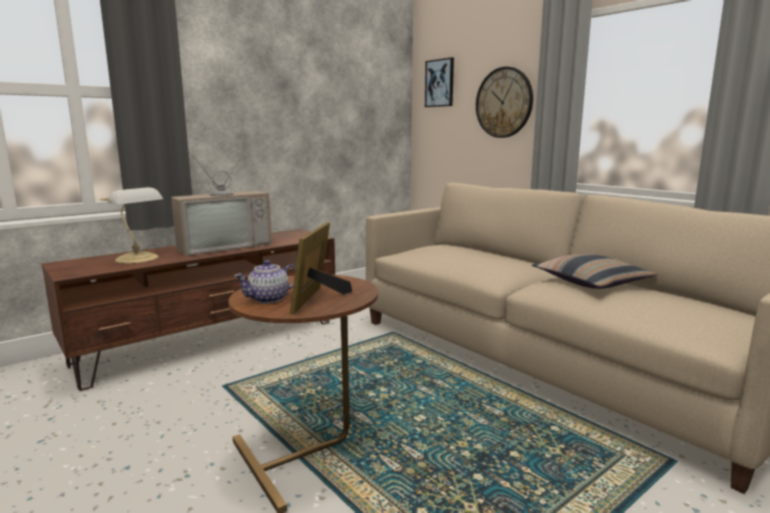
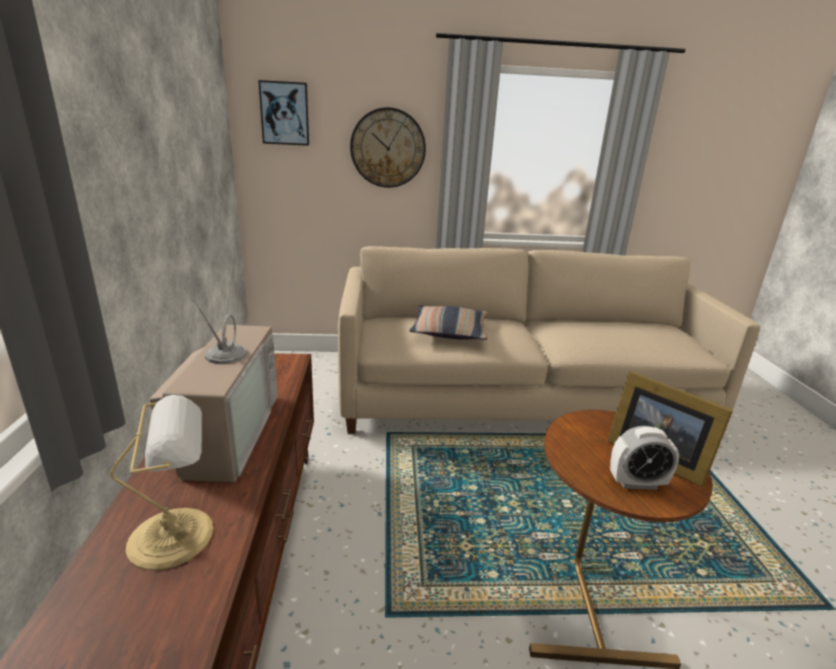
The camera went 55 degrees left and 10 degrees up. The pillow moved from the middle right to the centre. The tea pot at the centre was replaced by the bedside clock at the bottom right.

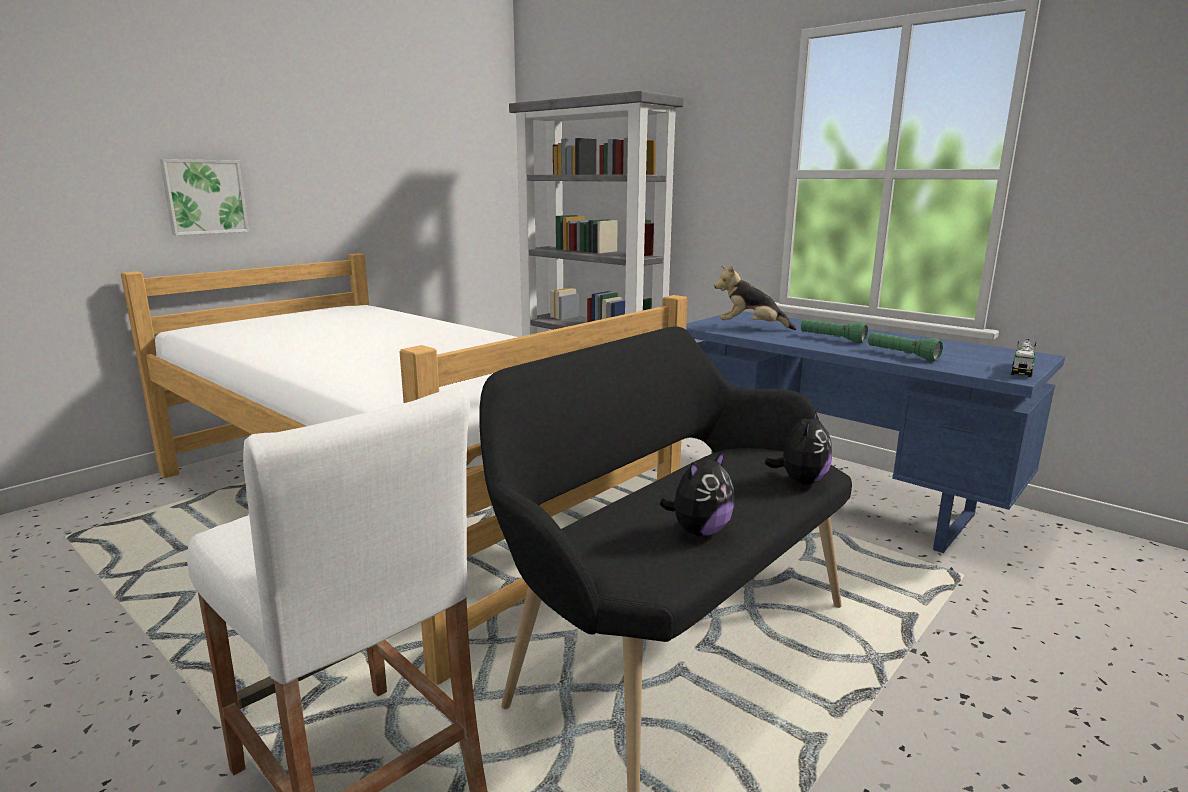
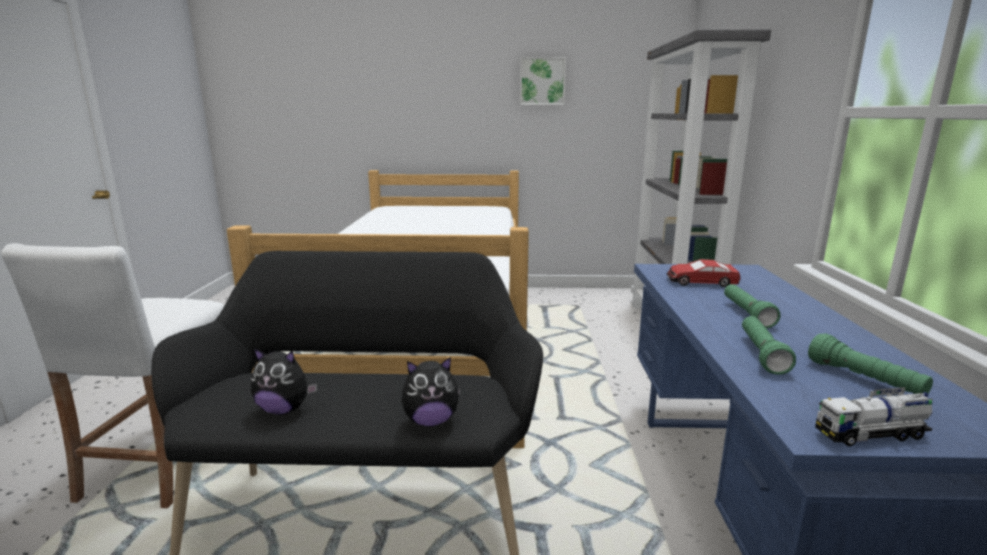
The camera went 50 degrees right and 0 degrees up. The picture moved from the top left to the top centre. The soft toy (no. 2 from left) at the centre was replaced by the toy car at the middle right. The greenish flashlight (no. 3 from left) at the middle right appeared.

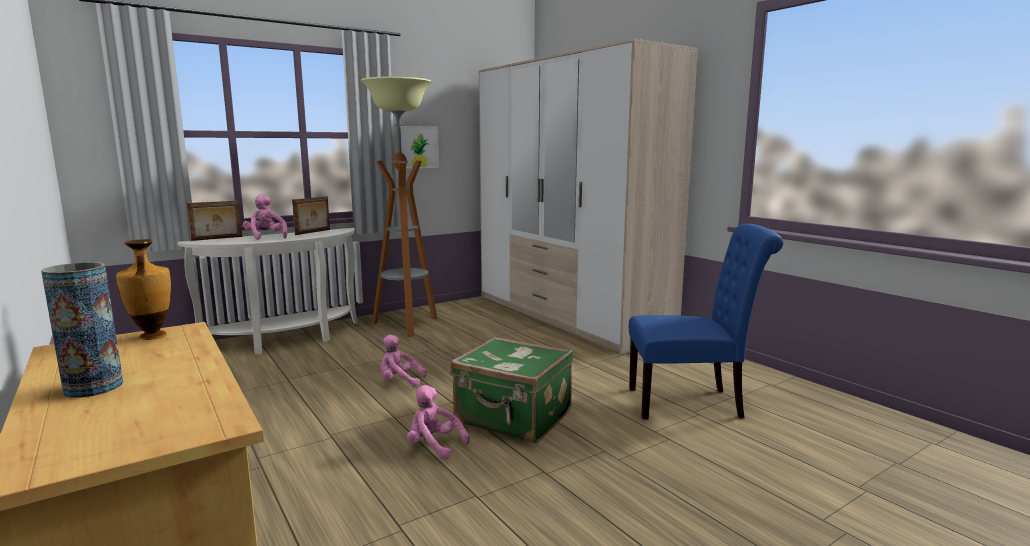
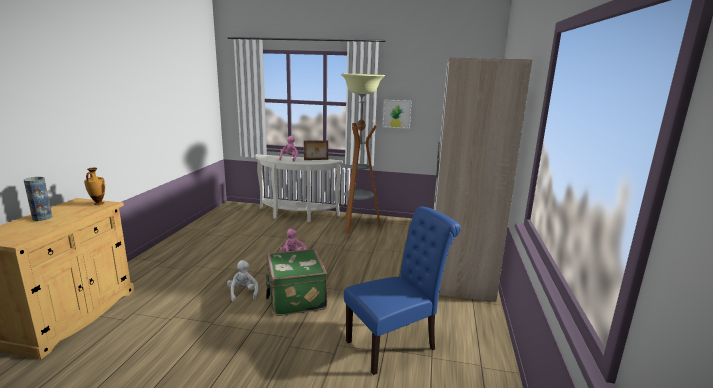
The camera went 45 degrees right and 5 degrees up. The picture frame (no. 1 from left) at the middle left disappeared. The blue-coloured chair at the middle right turned 75 degrees counterclockwise. The pink-coloured soft toy (no. 3 from left) at the bottom centre became the white soft toy at the bottom centre.

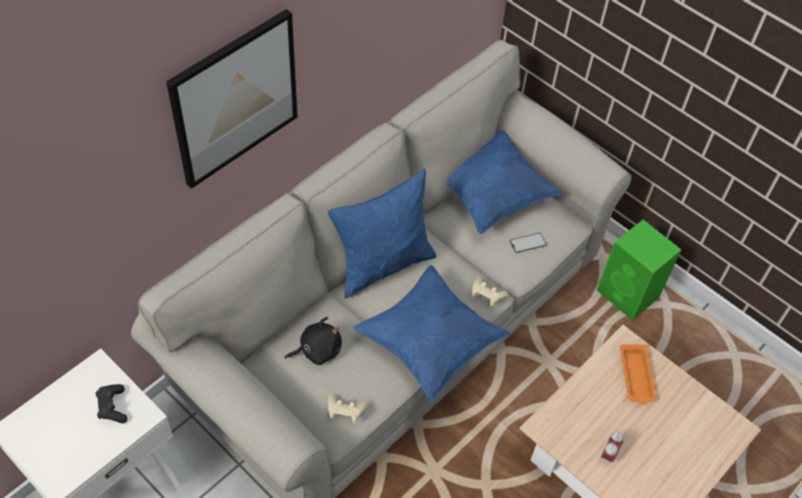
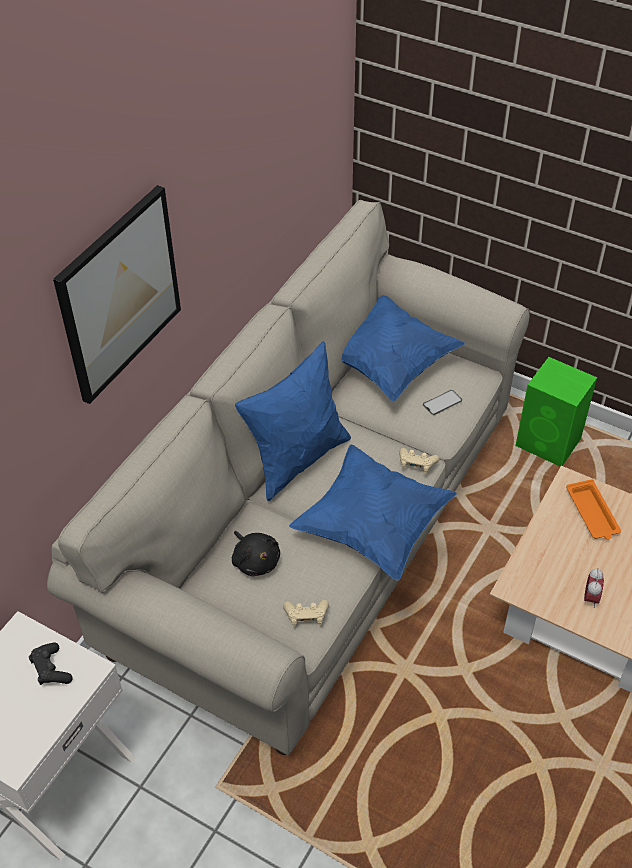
The camera went 10 degrees left and 5 degrees down. The black-coloured soft toy at the bottom centre turned 90 degrees clockwise.

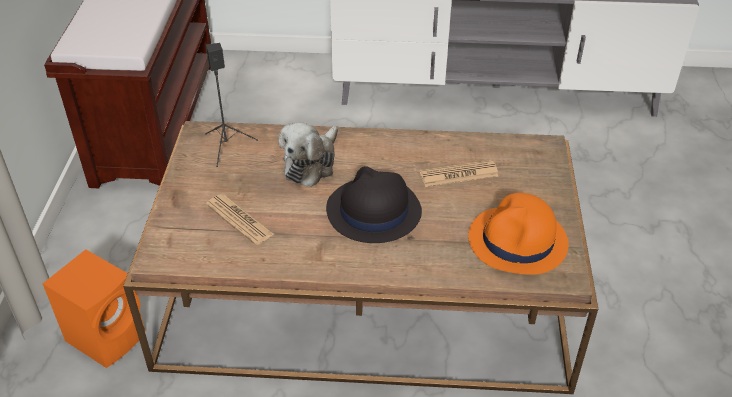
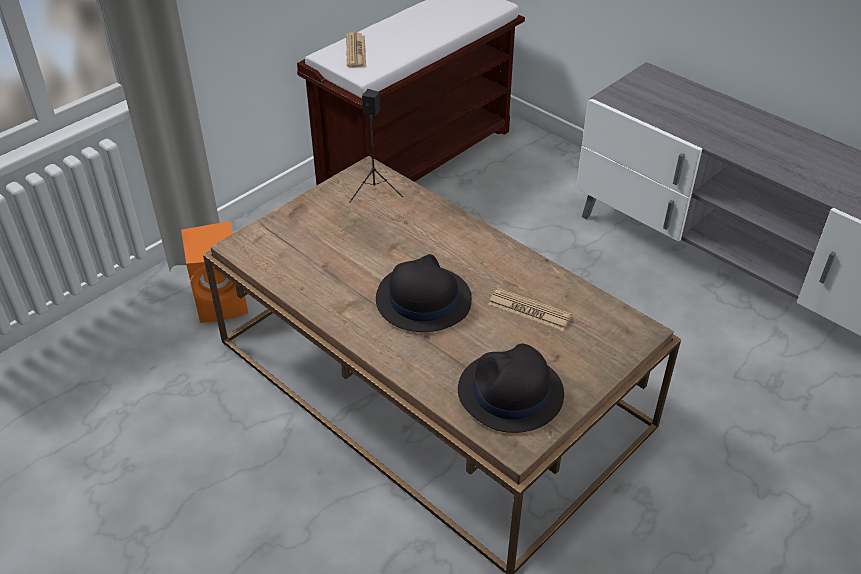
The camera went 40 degrees right and 0 degrees up. The soft toy at the centre disappeared. The orange-coloured clothing hat at the middle right became the black-coloured clothing hat (no. 2 from left) at the bottom centre. The daily paper (no. 1 from left) moved from the middle left to the top centre.

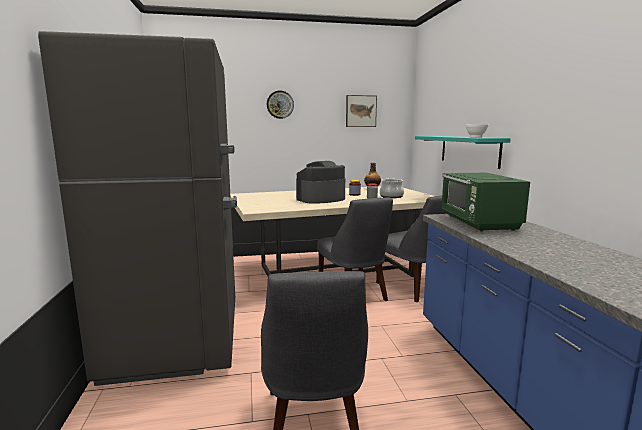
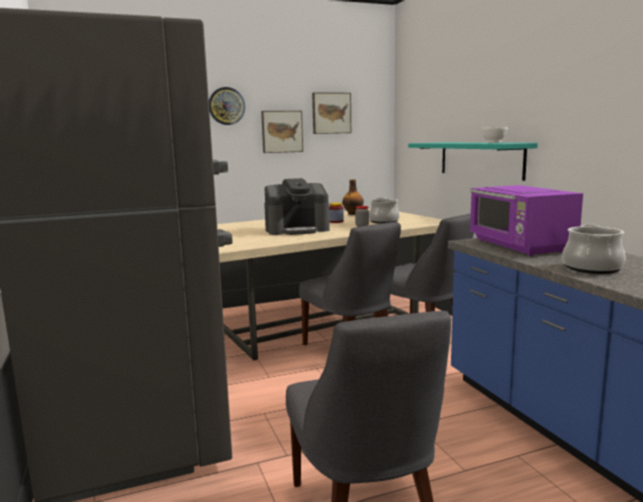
The camera went 10 degrees left and 0 degrees up. The coffee maker at the centre turned 150 degrees counterclockwise. The greenish kitchen microwave at the middle right became the purplish kitchen microwave at the middle right. The picture (no. 1 from left) at the top centre appeared. The stockpot (no. 2 from left) at the middle right appeared.

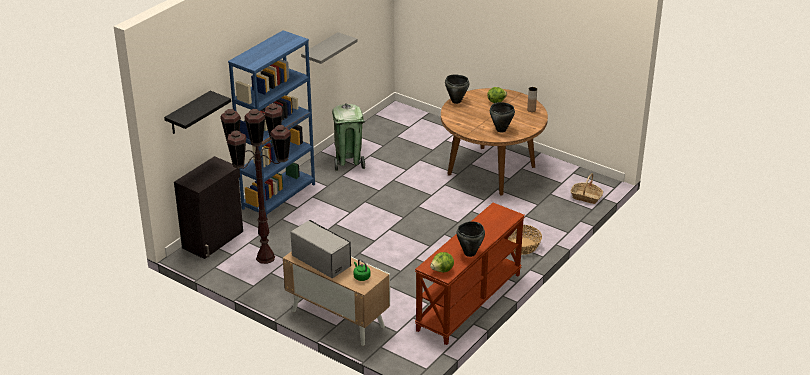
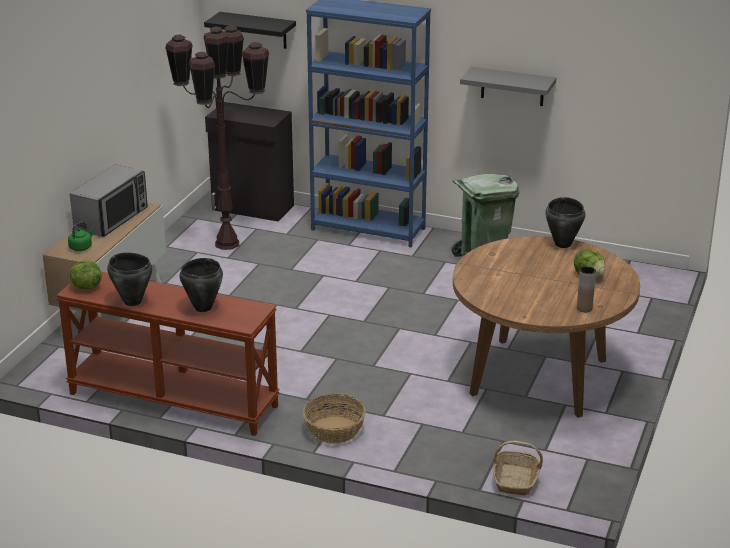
The camera went 75 degrees right and 5 degrees down. The black-coloured stockpot (no. 3 from left in the first image) moved from the top centre to the middle left.

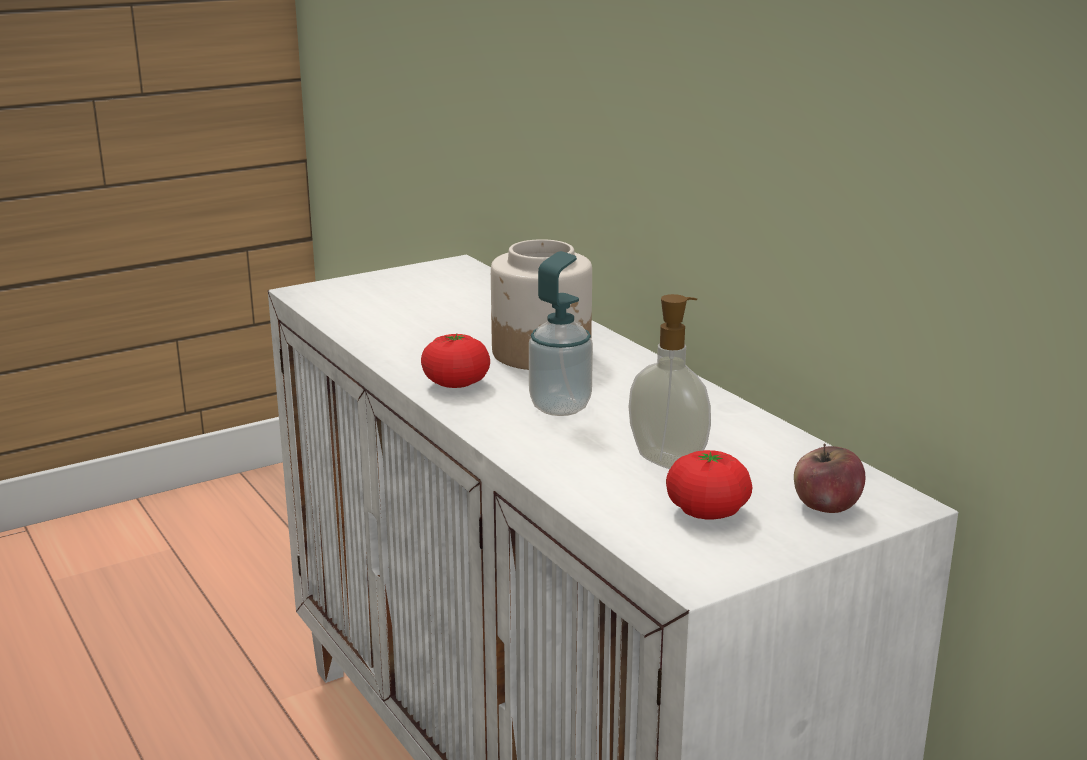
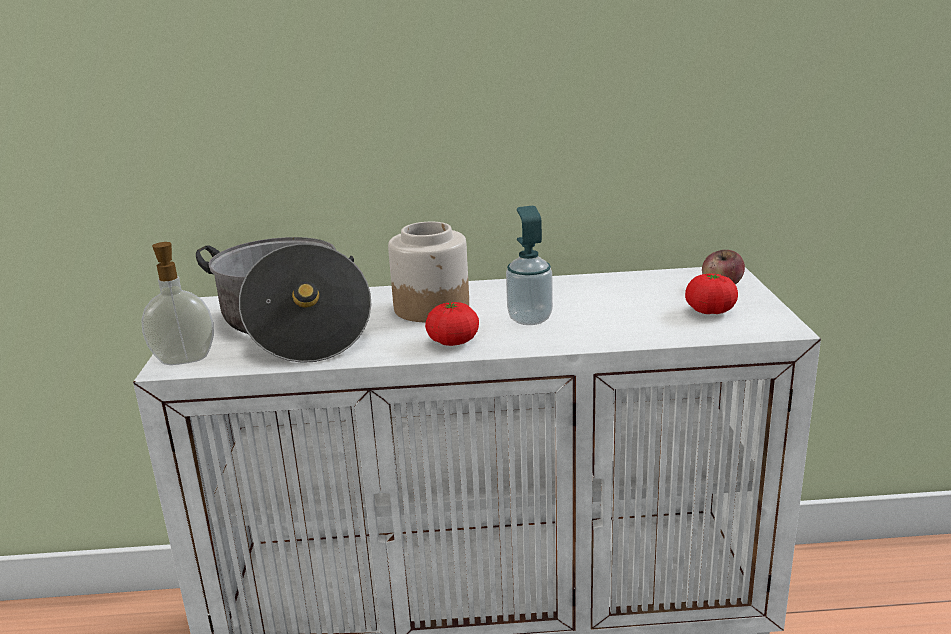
The camera went 60 degrees left and 0 degrees up. The soap dispenser (no. 2 from left in the first image) moved from the centre to the middle left. The stockpot at the middle left appeared.

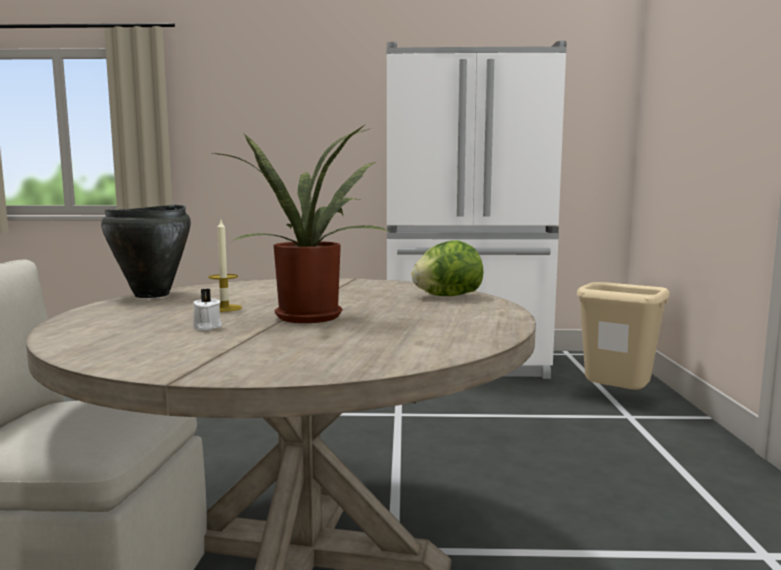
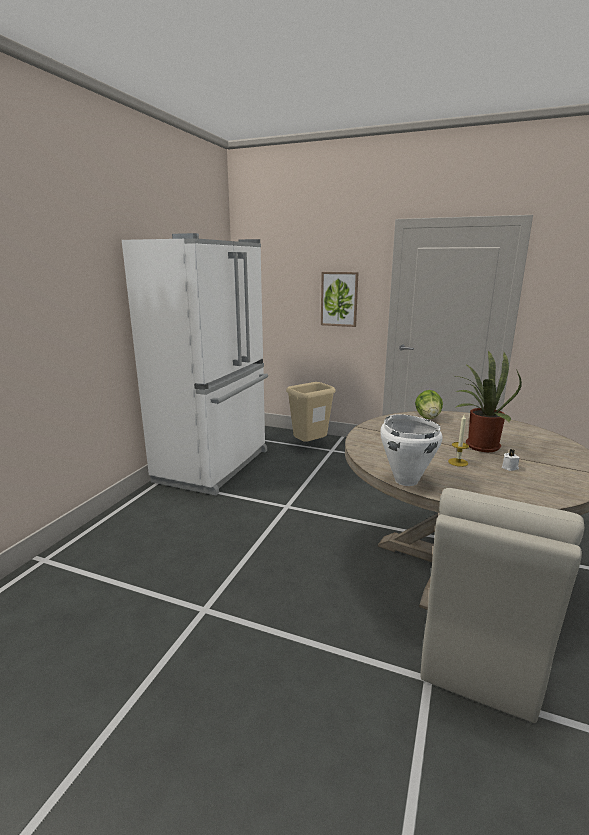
The camera went 70 degrees left and 10 degrees up. The black-coloured stockpot at the middle left became the white stockpot at the middle right. The picture at the centre appeared.

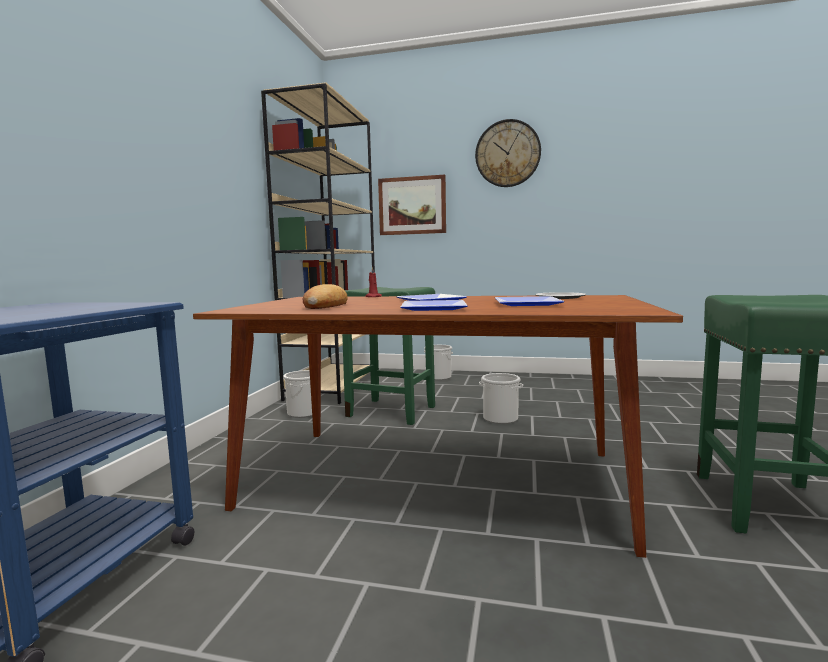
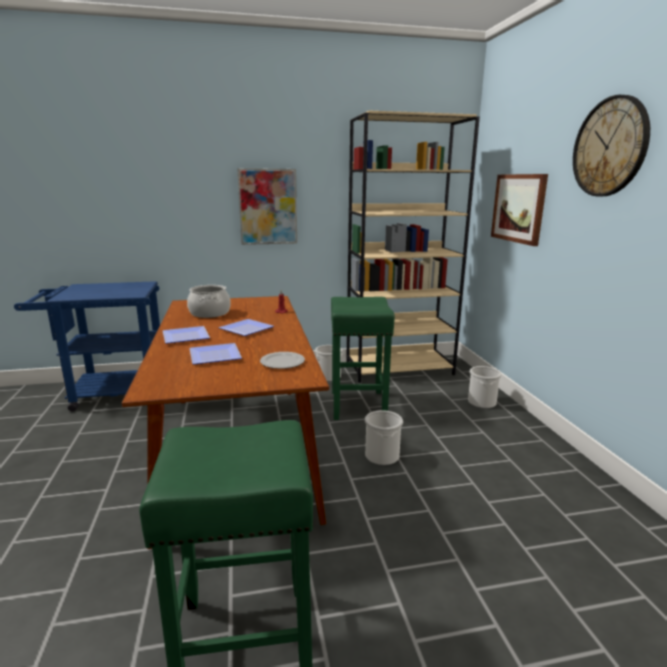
The camera went 65 degrees right and 10 degrees up. The bread at the centre was replaced by the stockpot at the middle left. The picture (no. 1 from left) at the top centre appeared.

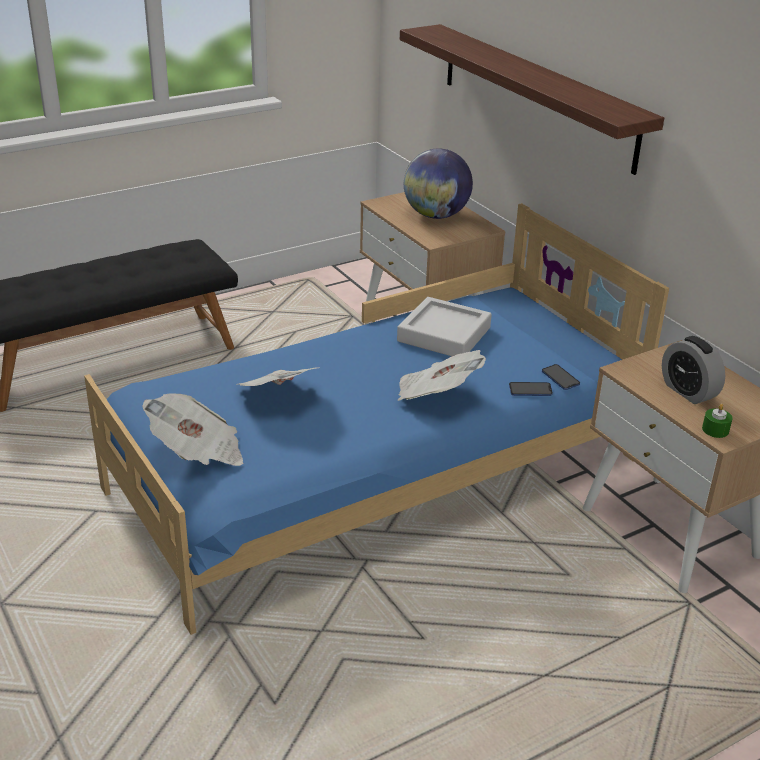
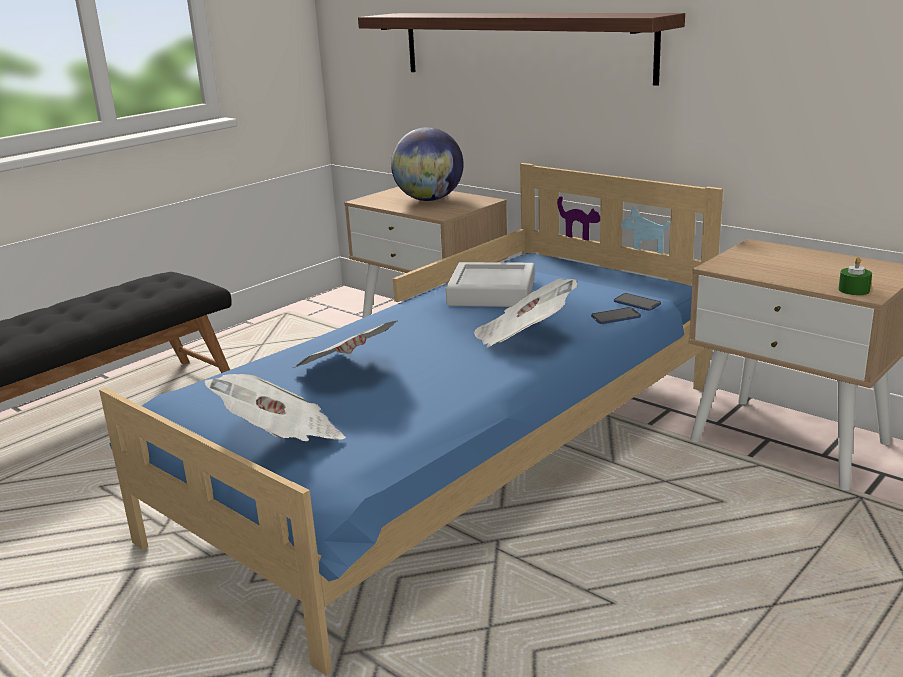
The camera went 15 degrees left and 10 degrees down. The bedside clock at the middle right disappeared.

